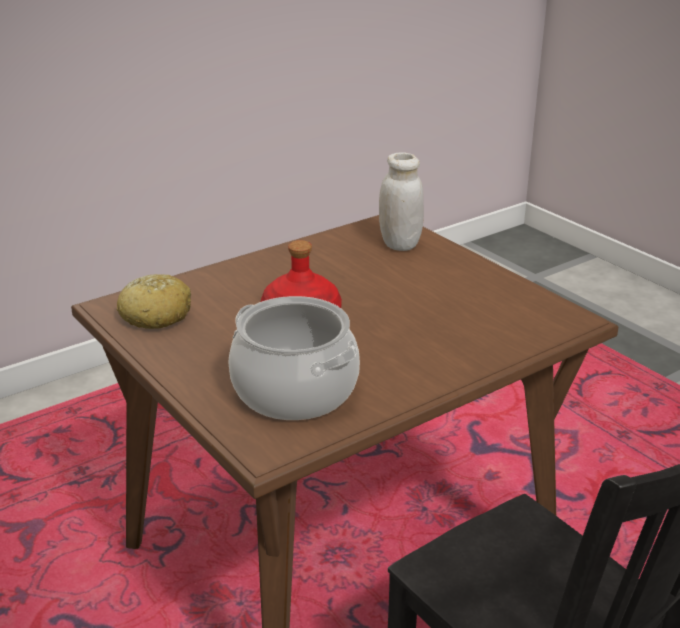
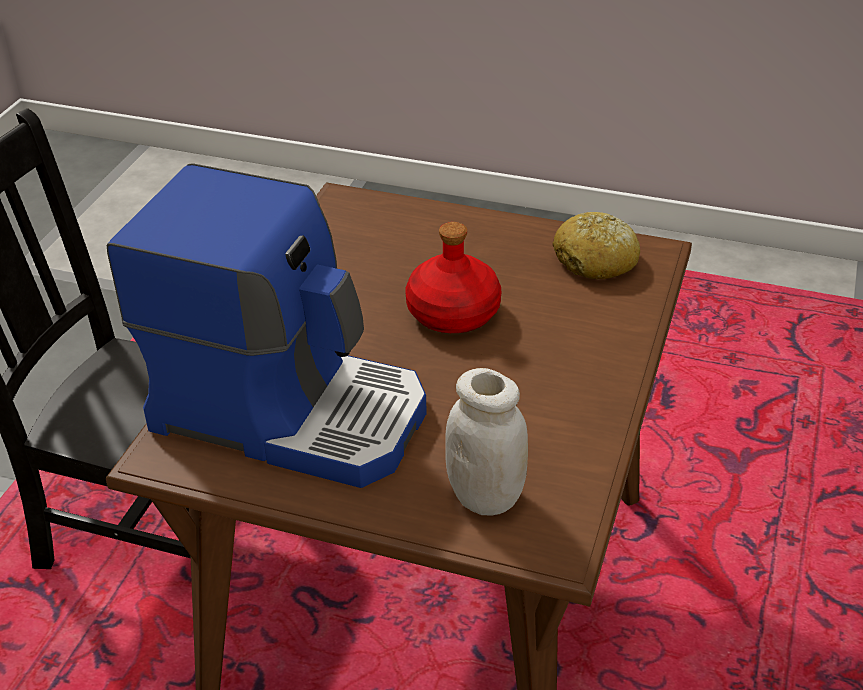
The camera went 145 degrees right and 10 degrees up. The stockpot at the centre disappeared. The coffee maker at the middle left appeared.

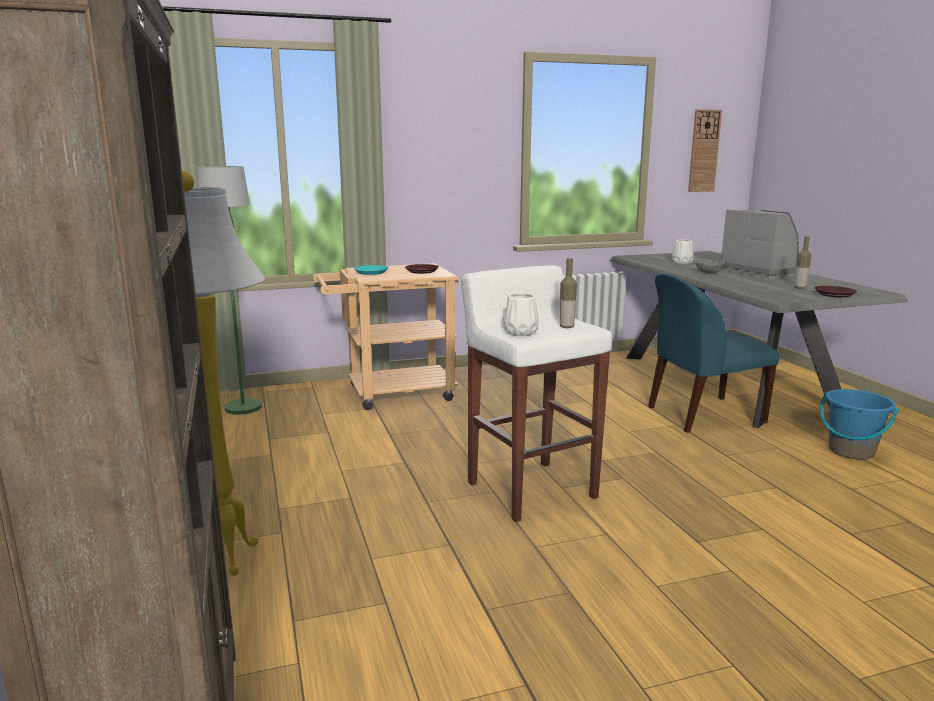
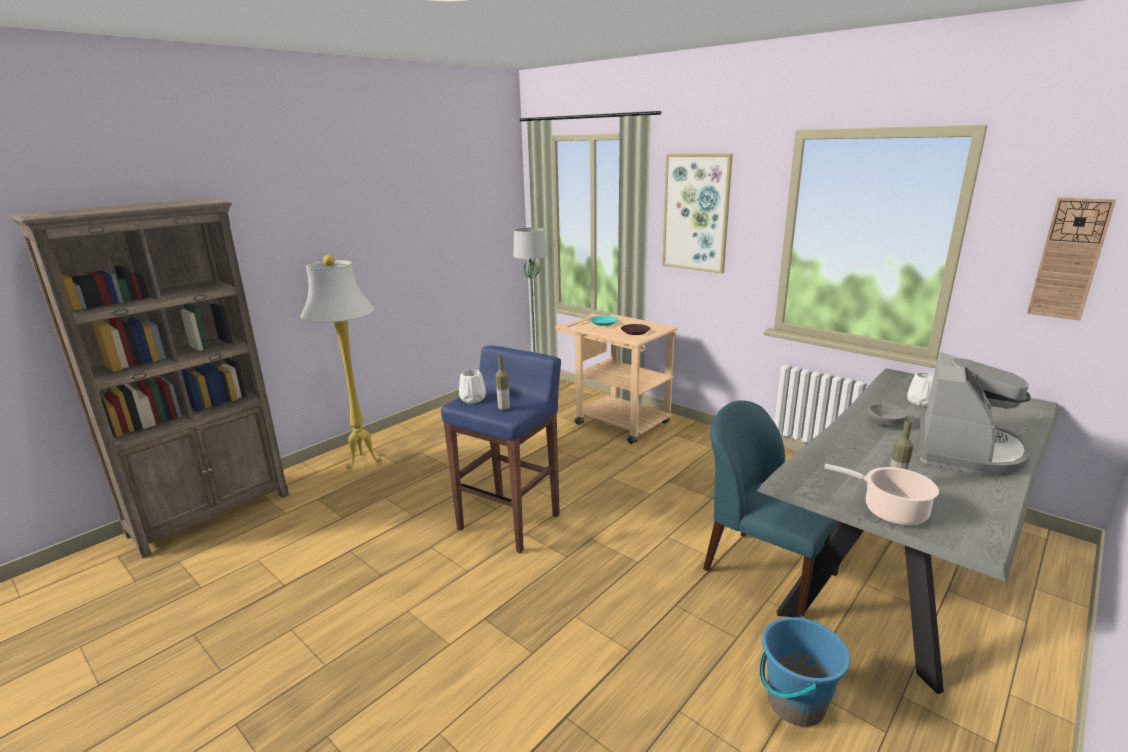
The camera went 60 degrees right and 5 degrees up. The white sitting stool at the centre became the blue-coloured sitting stool at the centre. The brown-coloured plate (no. 2 from left) at the middle right was replaced by the stockpot at the middle right. The picture at the top centre appeared.

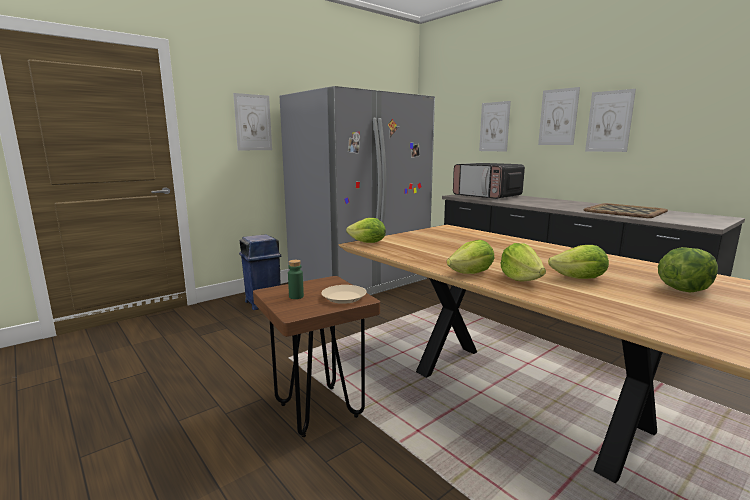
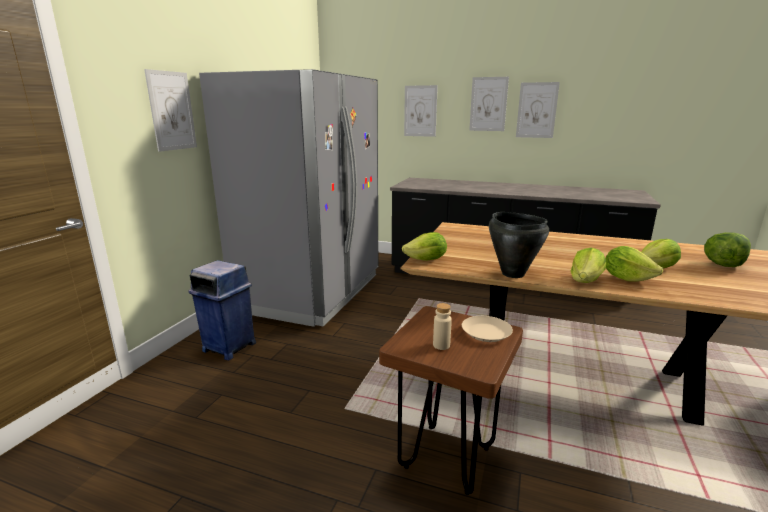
The camera went 30 degrees left and 5 degrees up. The kitchen microwave at the centre disappeared. The carrying tray at the middle right disappeared. The greenish drink bottle at the centre became the beige drink bottle at the centre. The black-coloured stockpot at the middle right appeared.

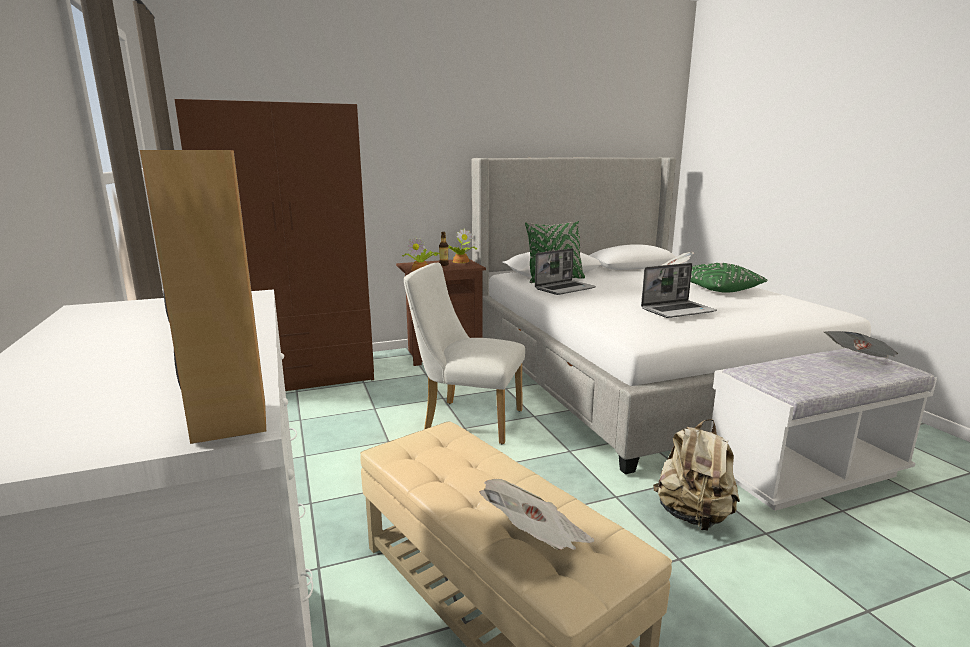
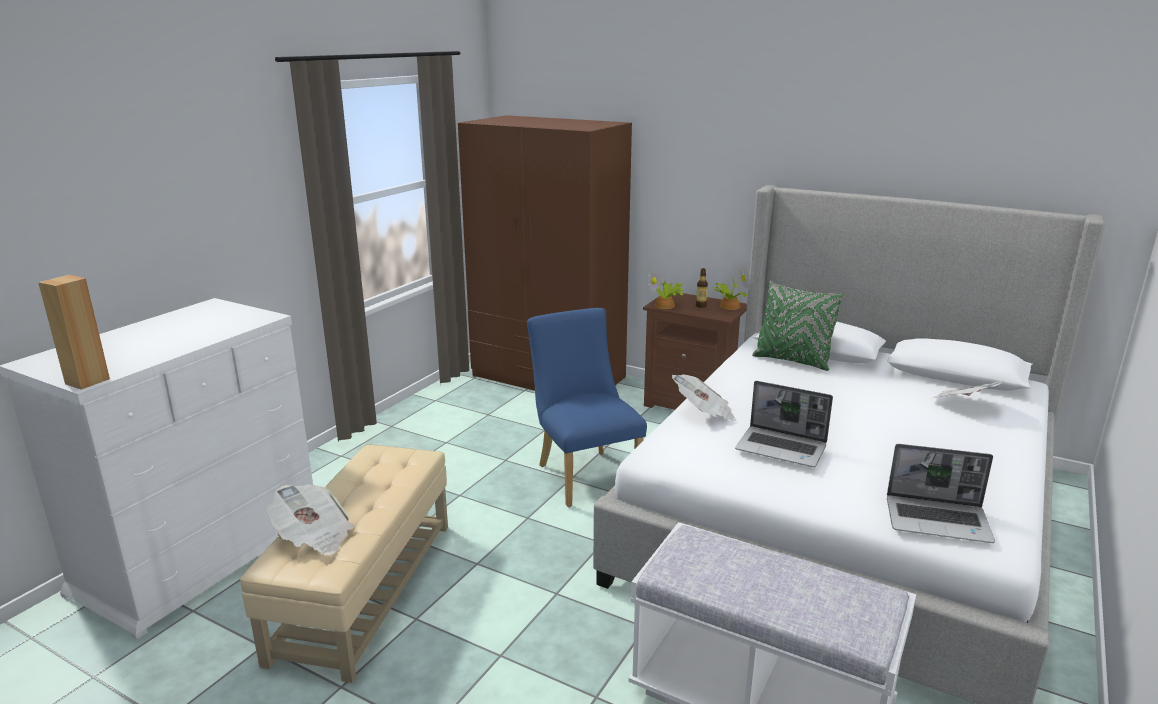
The camera went 50 degrees right and 5 degrees up. The laptop (no. 1 from left in the first image) moved from the centre to the bottom right. The white chair at the centre became the blue-coloured chair at the centre. The greenish pillow (no. 2 from left) at the middle right disappeared. The daily paper (no. 3 from left in the first image) moved from the middle right to the centre. The beige backpack at the bottom right disappeared.

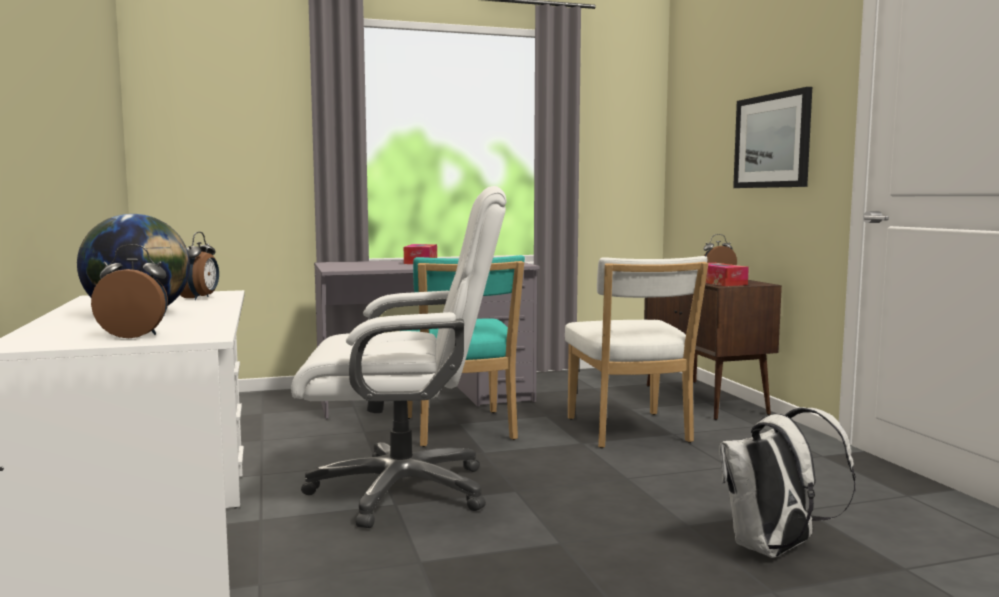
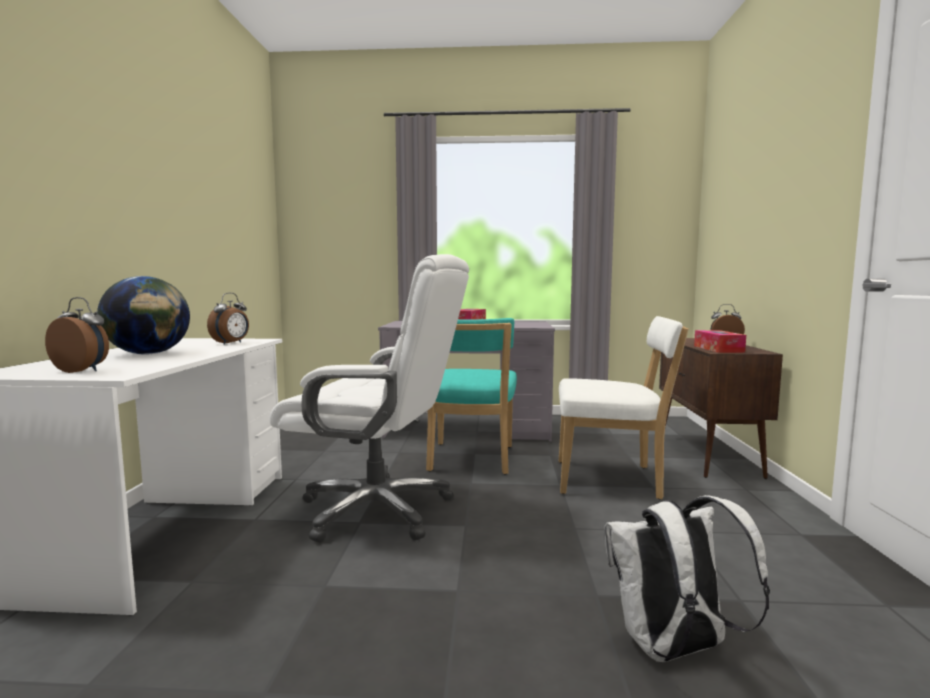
The camera went 20 degrees right and 0 degrees up. The picture at the top right disappeared. The white chair at the centre turned 90 degrees counterclockwise.

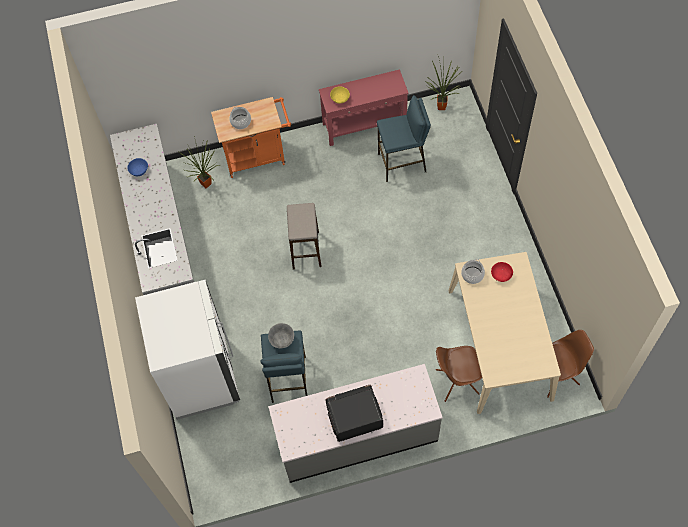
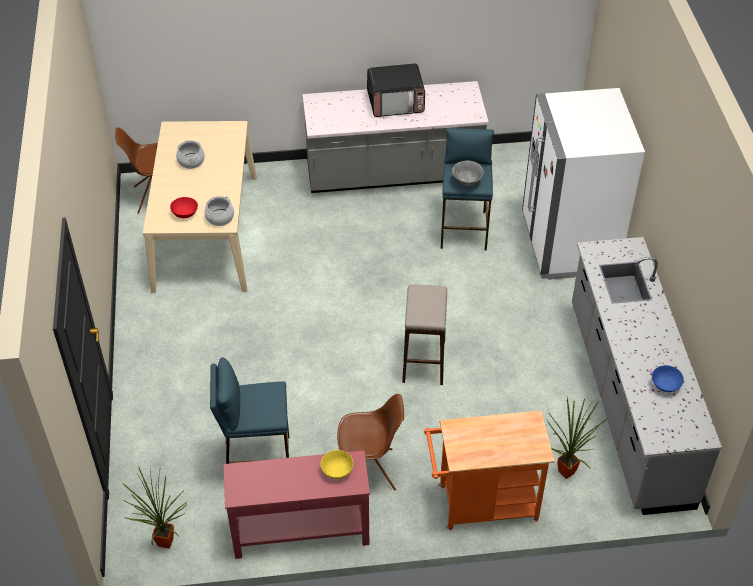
The camera went 175 degrees left and 15 degrees down. The stockpot (no. 1 from left) moved from the top centre to the top left. The brown-coloured chair (no. 1 from left in the first image) moved from the bottom right to the bottom centre.

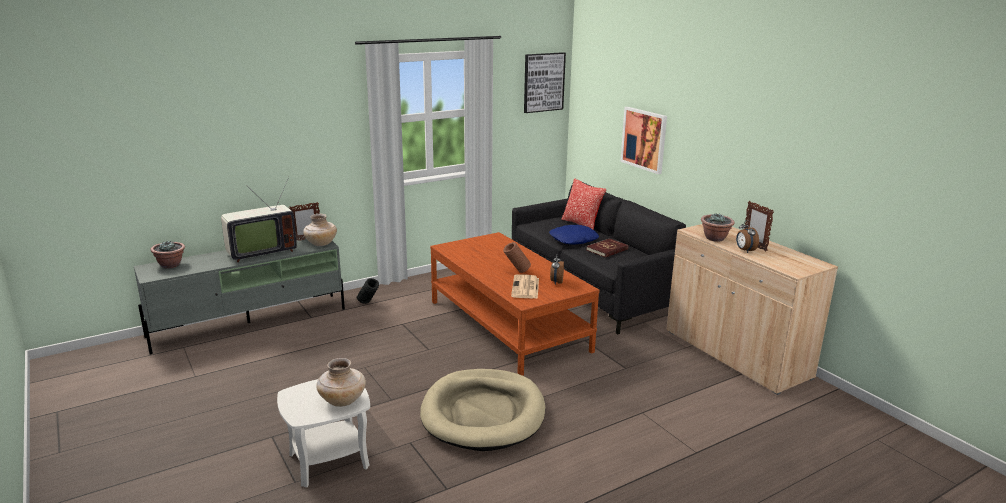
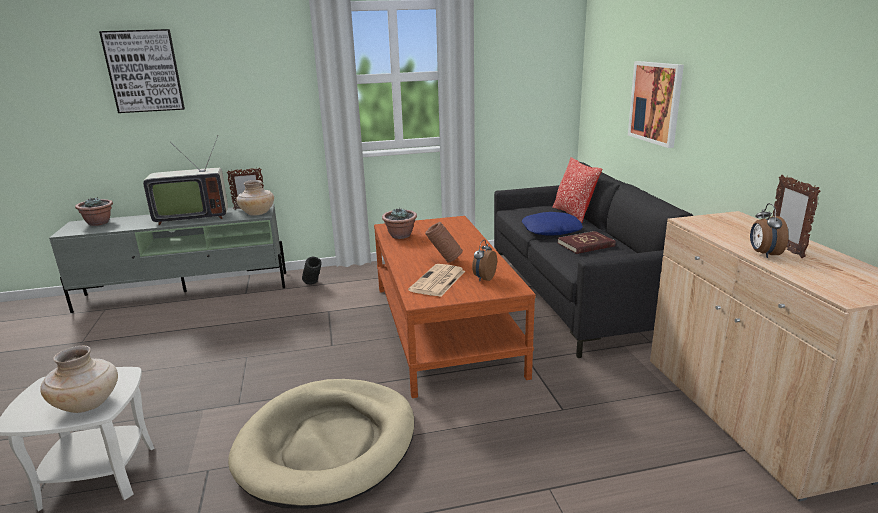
The camera went 20 degrees right and 0 degrees up. The picture (no. 1 from left) moved from the top centre to the top left. The potted plant (no. 2 from left) moved from the middle right to the centre.

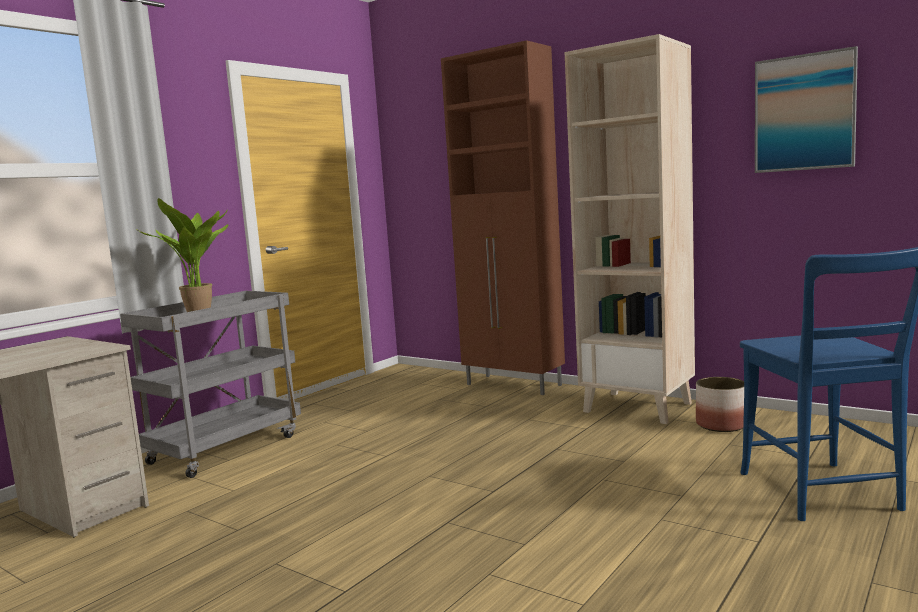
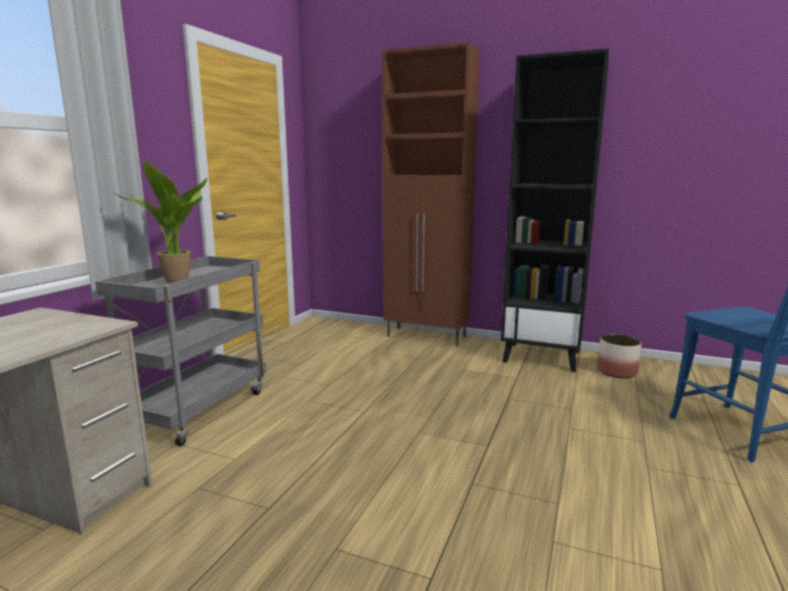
The camera went 15 degrees left and 5 degrees up. The beige bookcase at the middle right became the black-coloured bookcase at the middle right. The picture at the top right disappeared.

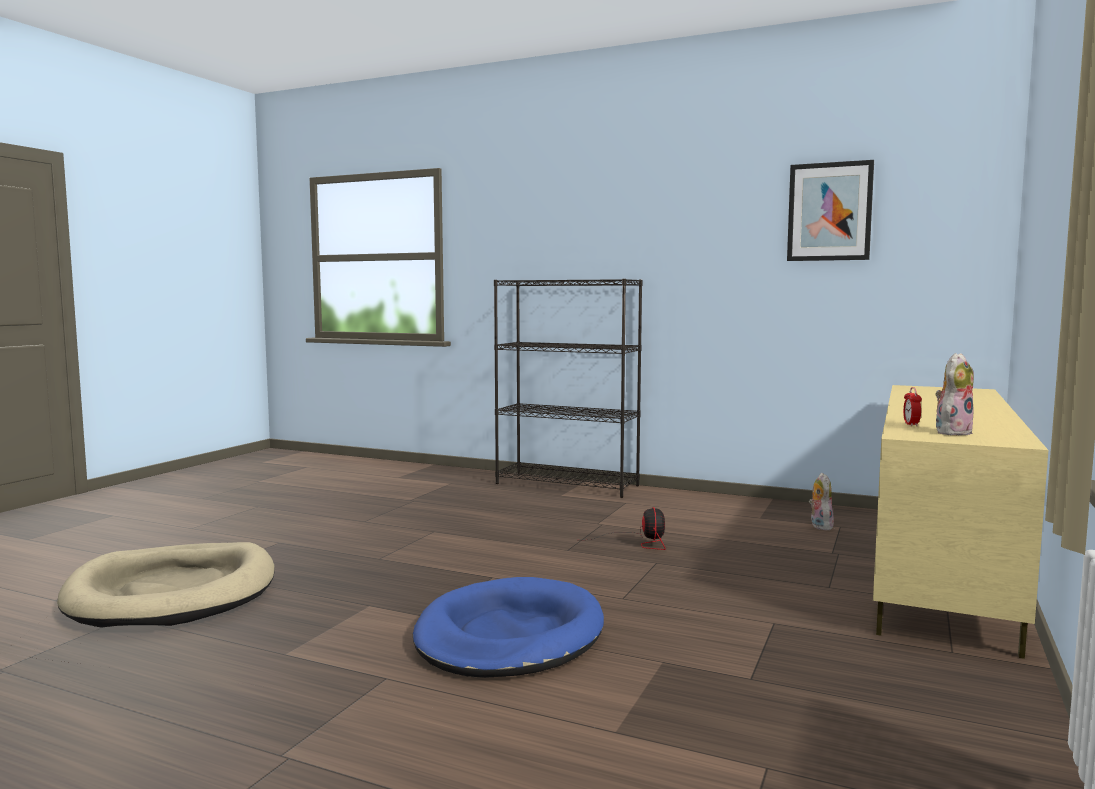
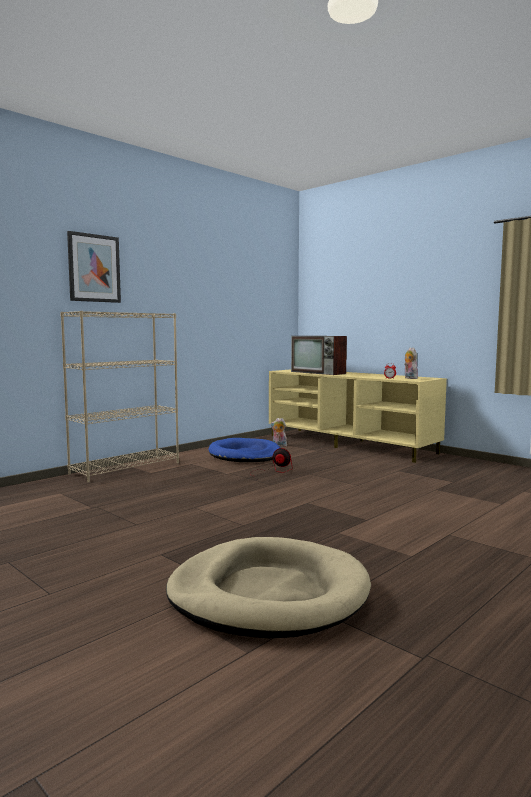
The camera went 70 degrees left and 0 degrees up. The picture moved from the top right to the middle left. The black-coloured bookcase at the centre became the beige bookcase at the middle left. The blue-coloured pet bed moved from the bottom centre to the centre. The television at the centre appeared.

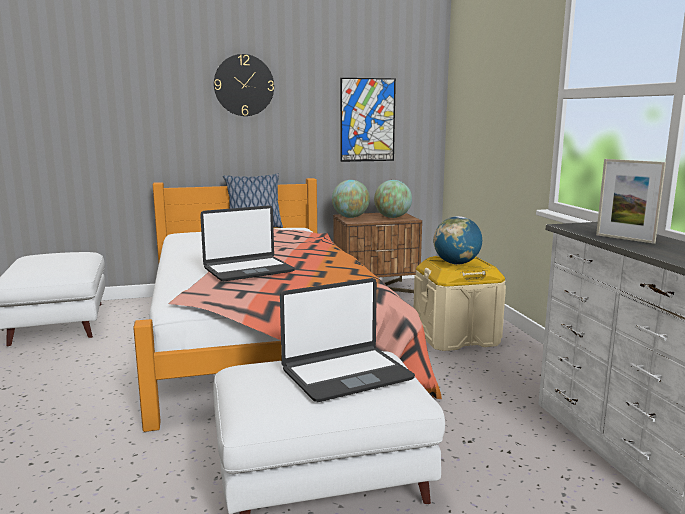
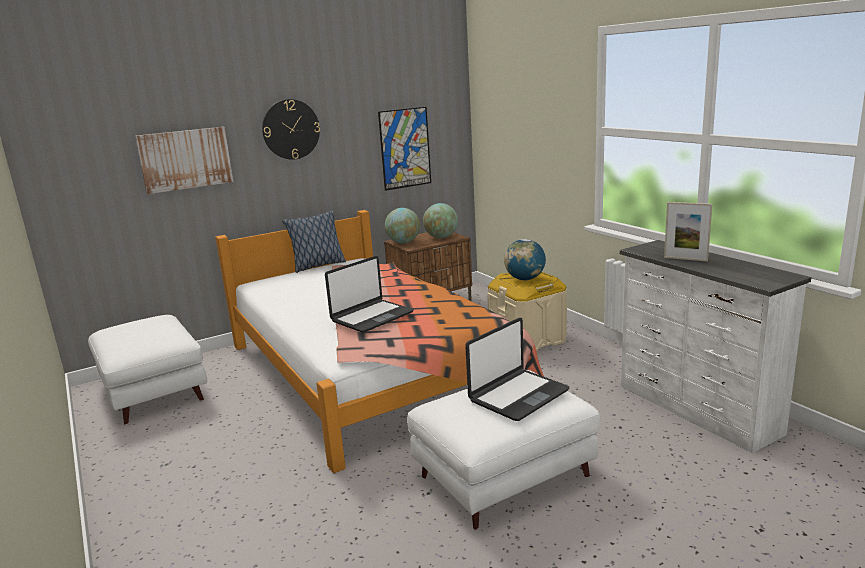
The camera went 15 degrees left and 5 degrees up. The picture (no. 1 from left) at the top left appeared.

